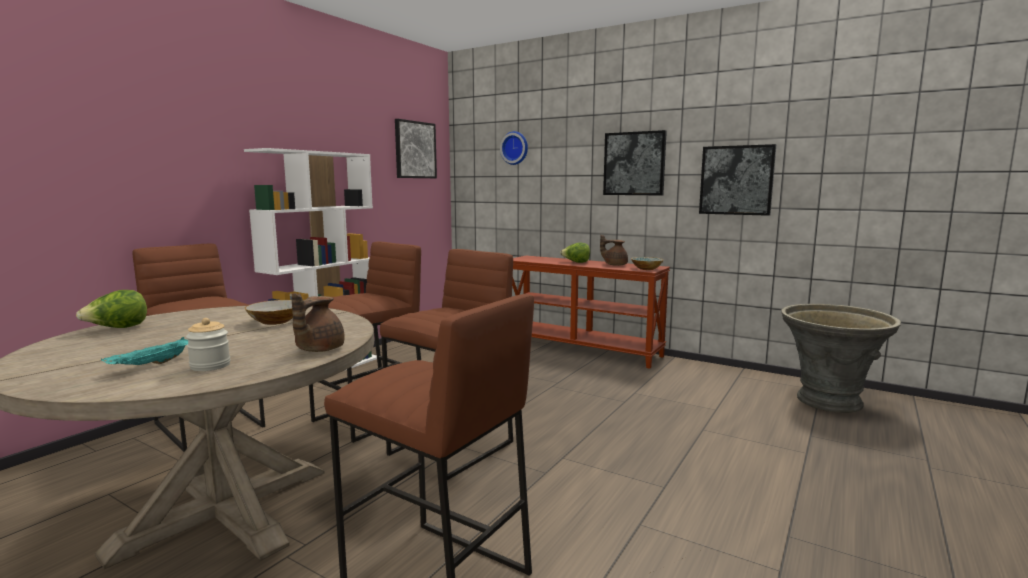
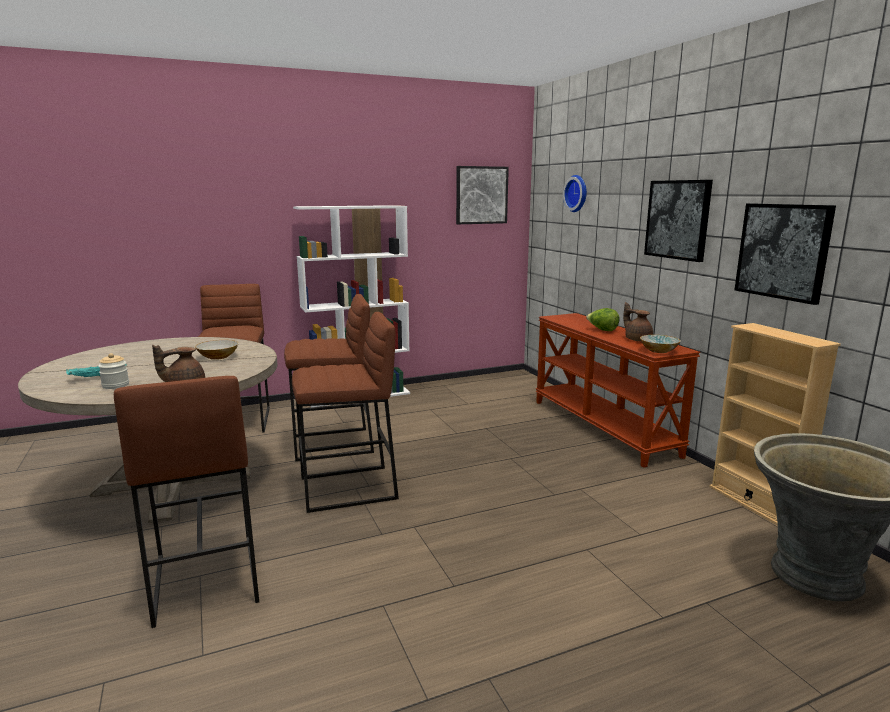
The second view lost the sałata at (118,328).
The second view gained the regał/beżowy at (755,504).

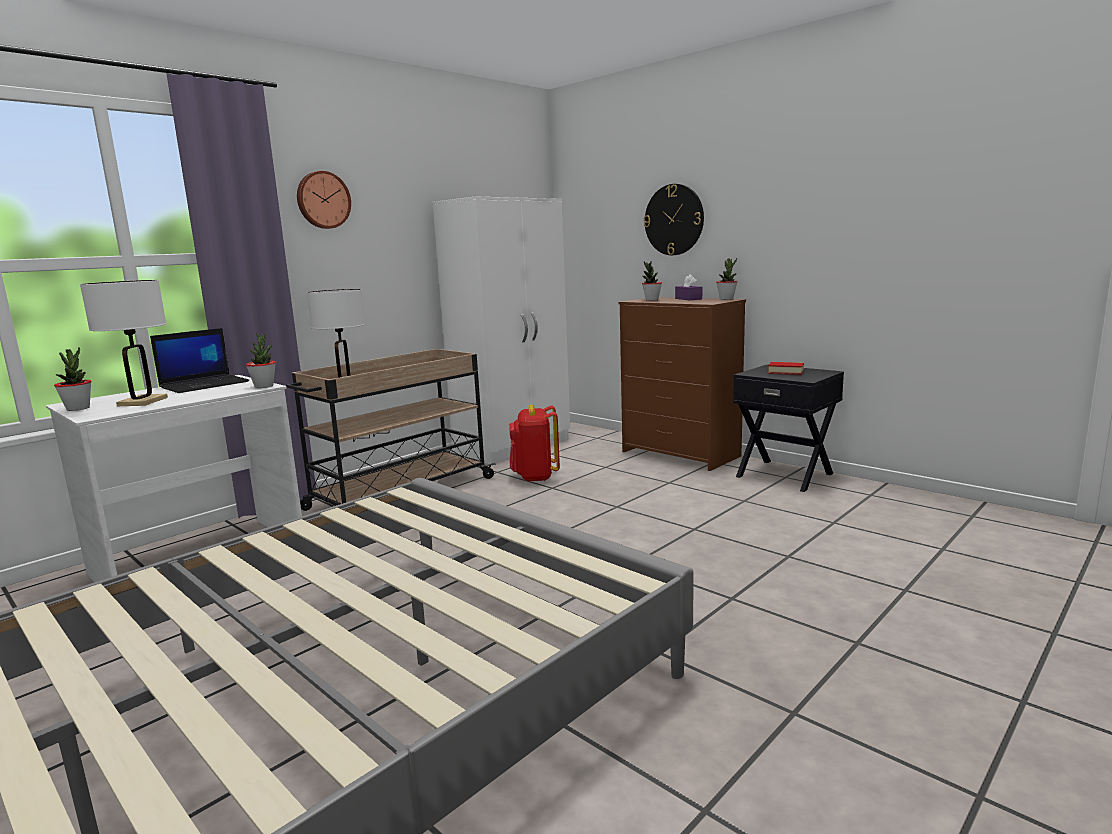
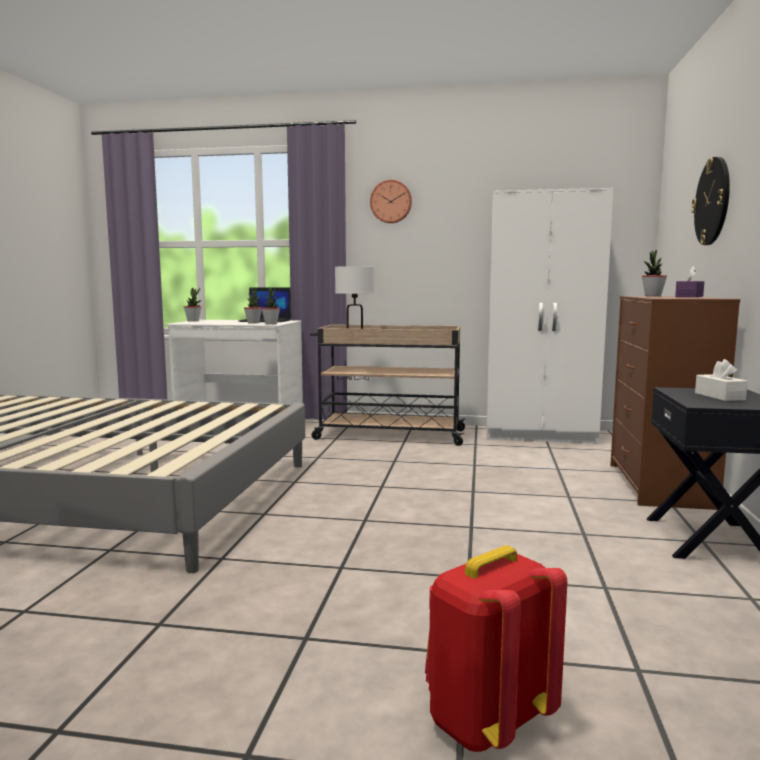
The roślina doniczkowa ended up elsewhere, having gone from (726,299) to (253,323).
The second view lost the lampa stołowa/biały at (143,402).
Where the książka stood at (786,372), the pudełko chusteczek/biały came to stand at (719,396).
The plecak/czerwony ended up elsewhere, having gone from (535,477) to (486,721).

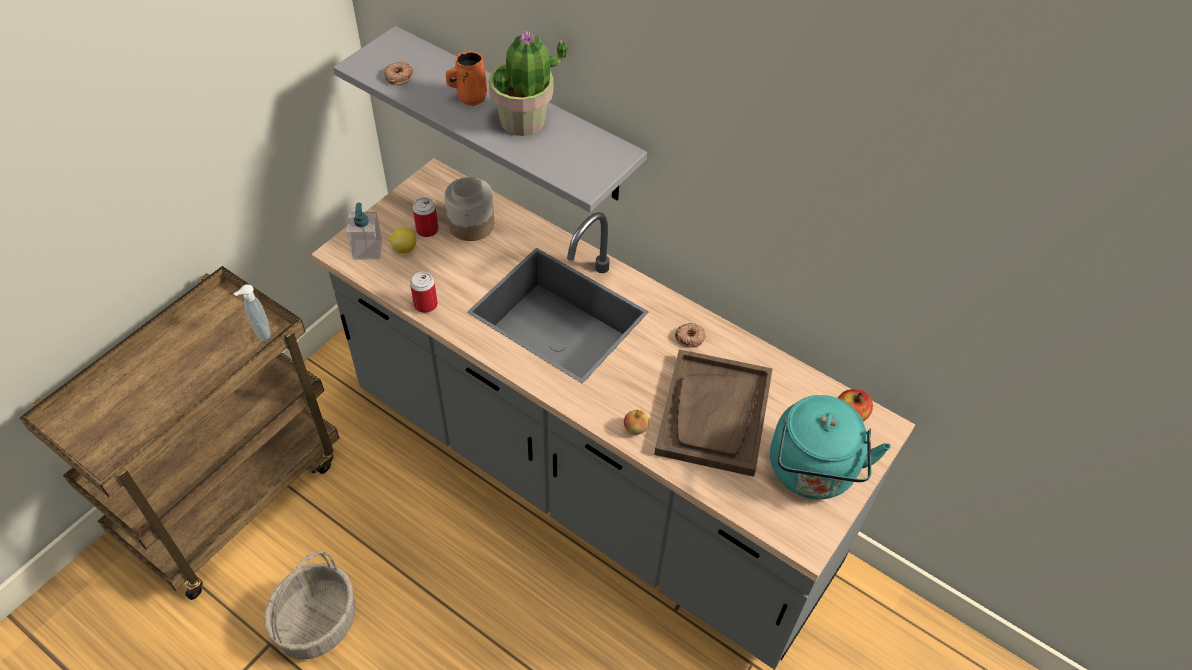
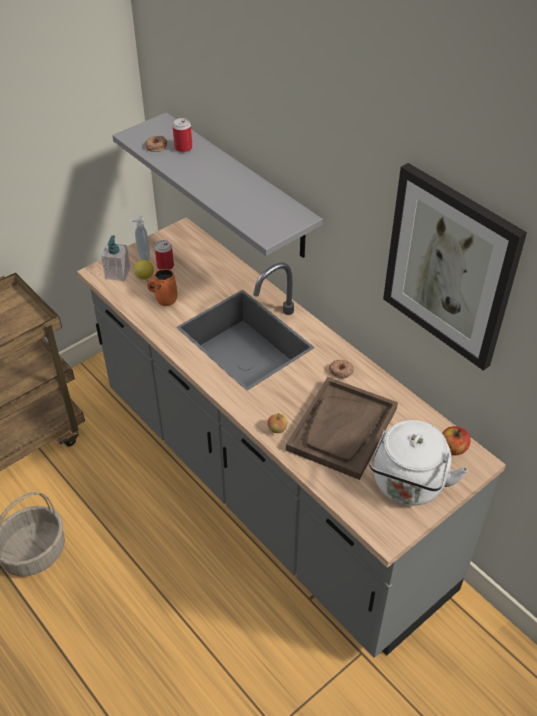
The second view lost the roślina doniczkowa at (524,121).
The kubek/pomarańczowy ended up elsewhere, having gone from (470,97) to (165,299).
The second view lost the słoik at (471,225).
The puszka ended up elsewhere, having gone from (426,304) to (183,148).
The dozownik mydła ended up elsewhere, having gone from (261,333) to (143,257).
What was the czajnik/turkusowy at (812,473) turned into the czajnik/biały at (408,486).
The second view gained the obraz at (450,267).

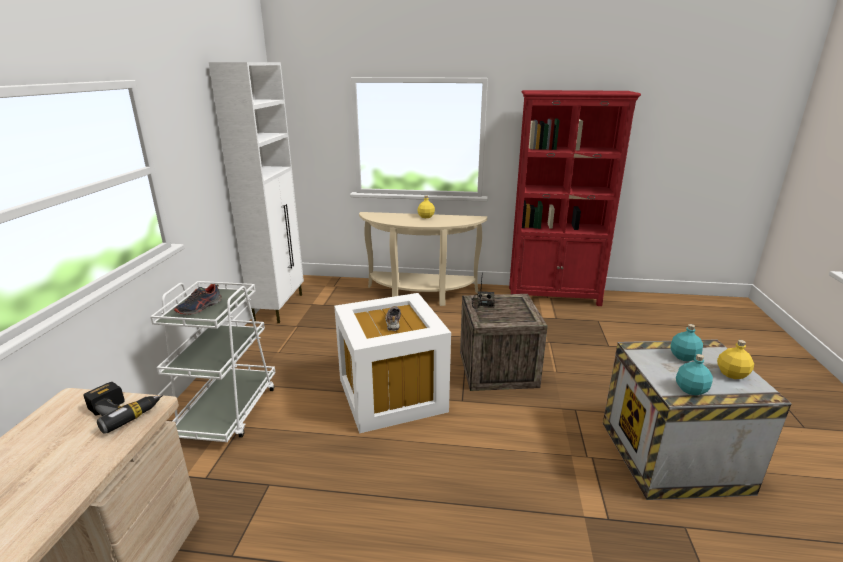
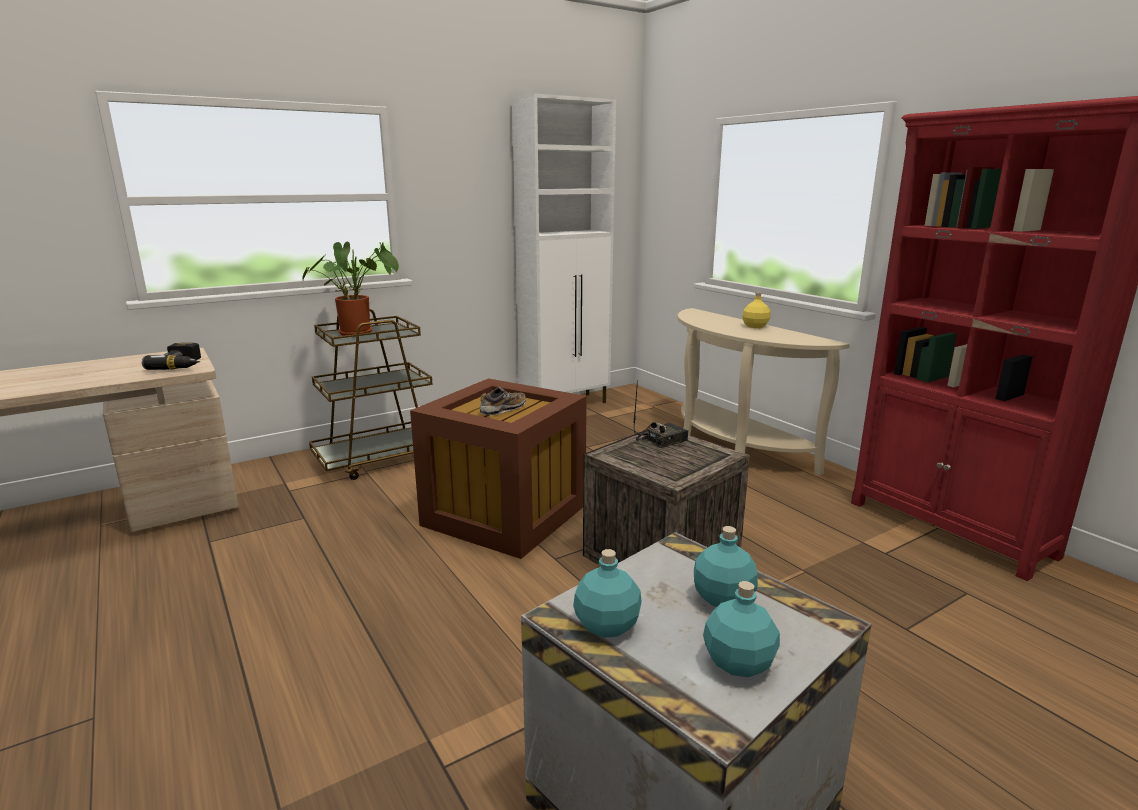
What was the wózek/biały at (228,411) turned into the wózek/brązowy at (380,459).
Where the but stood at (200,307), the roślina doniczkowa came to stand at (360,333).
What was the pojemnik do przechowywania/biały at (391,396) turned into the pojemnik do przechowywania/brązowy at (502,515).
What was the butelka/żółty at (731,374) turned into the butelka/turkusowy at (737,662).

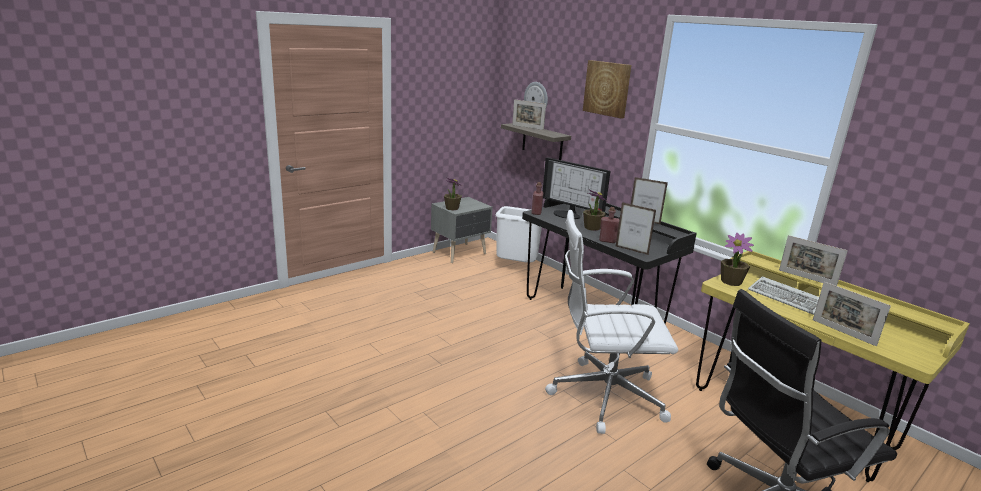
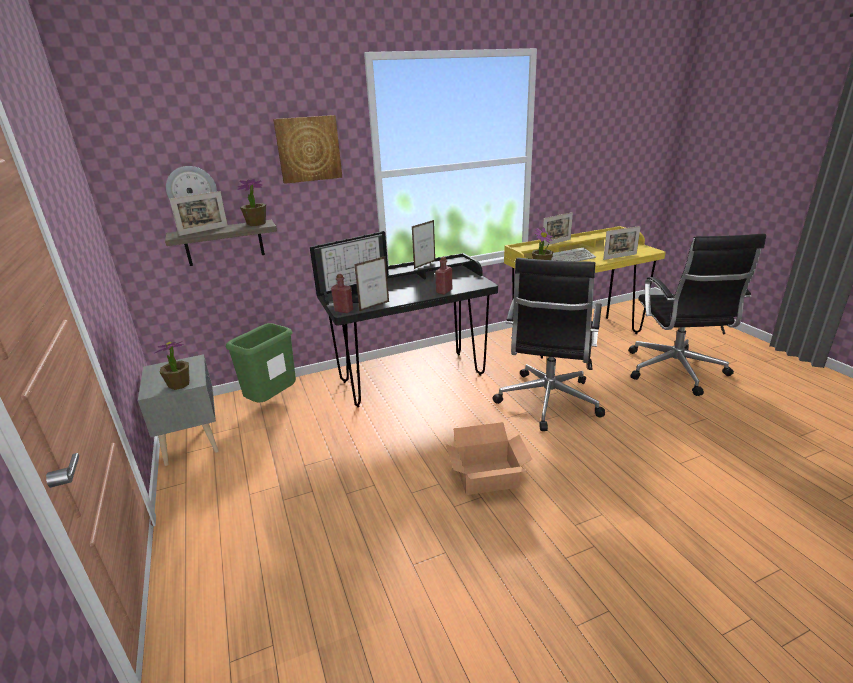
The roślina doniczkowa ended up elsewhere, having gone from (592,228) to (256,224).
The ramka na zdjęcie ended up elsewhere, having gone from (631,250) to (374,306).
What was the kosz na śmieci/biały at (516,267) turned into the kosz na śmieci/zielony at (272,401).
What was the krzesło biurowe/biały at (603,395) turned into the krzesło biurowe/czarny at (547,402).
The second view gained the karton at (486,476).

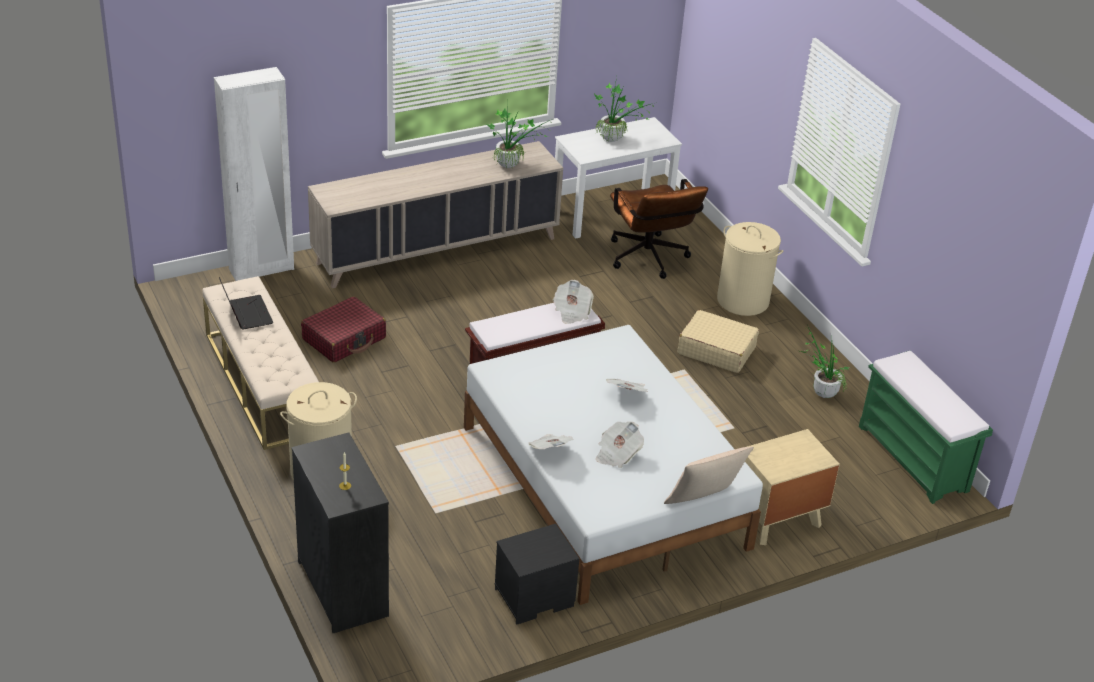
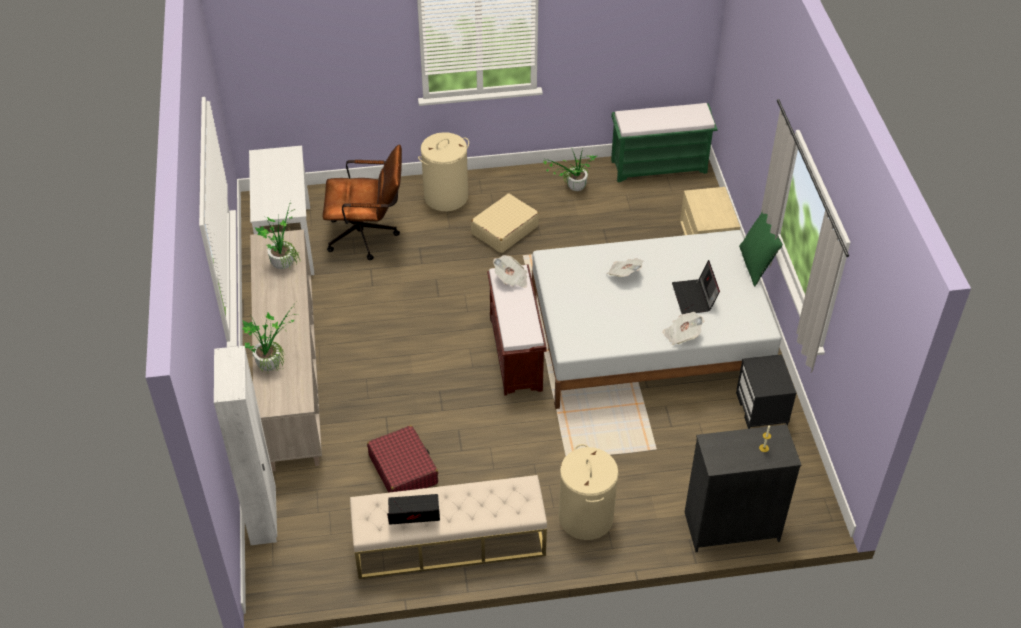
The roślina doniczkowa ended up elsewhere, having gone from (616,139) to (272,361).
Where the gazeta stood at (617,454), the laptop came to stand at (694,297).
What was the poduszka/beżowy at (704,502) turned into the poduszka/zielony at (756,265).

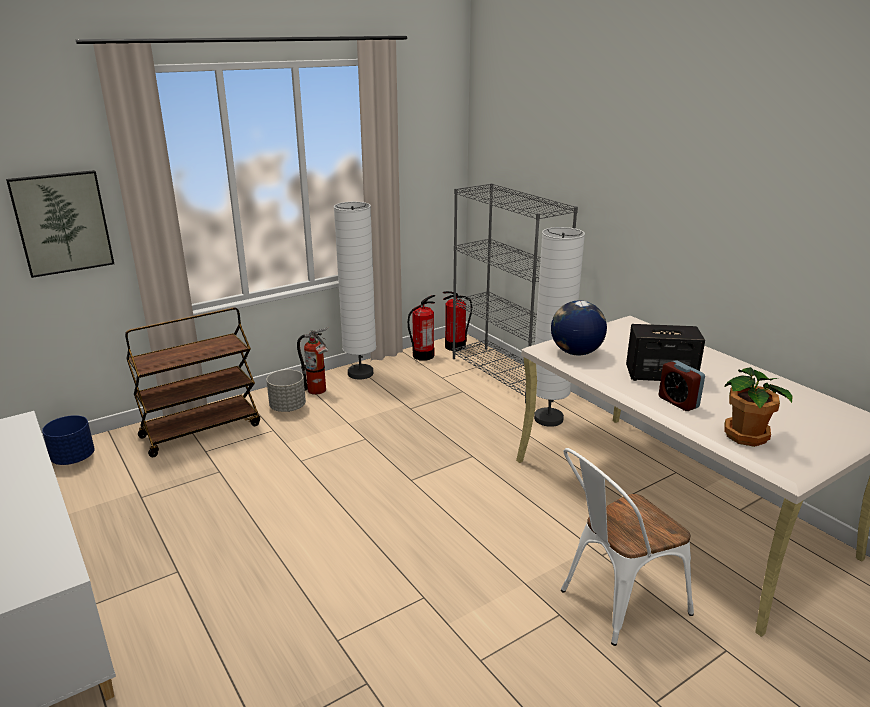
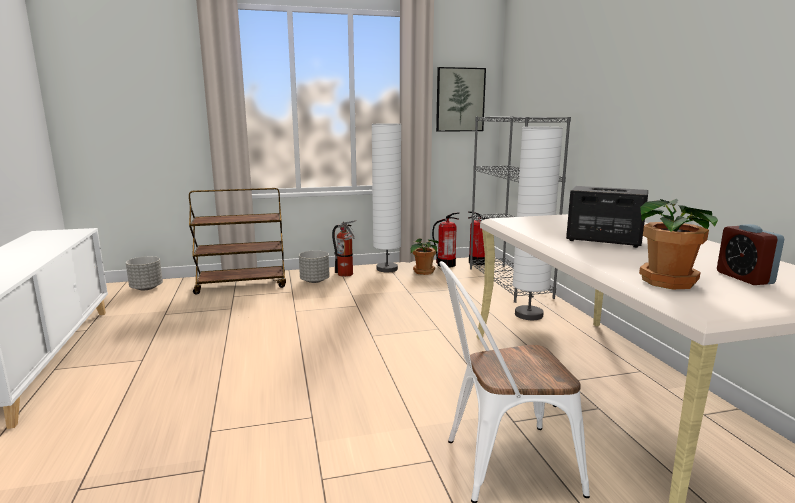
The obraz ended up elsewhere, having gone from (62,223) to (460,100).
The second view lost the globus at (575,352).
The budzik ended up elsewhere, having gone from (678,402) to (744,278).
What was the donica/niebieski at (74,458) turned into the donica/szary at (147,288).
The second view gained the roślina doniczkowa at (423,272).

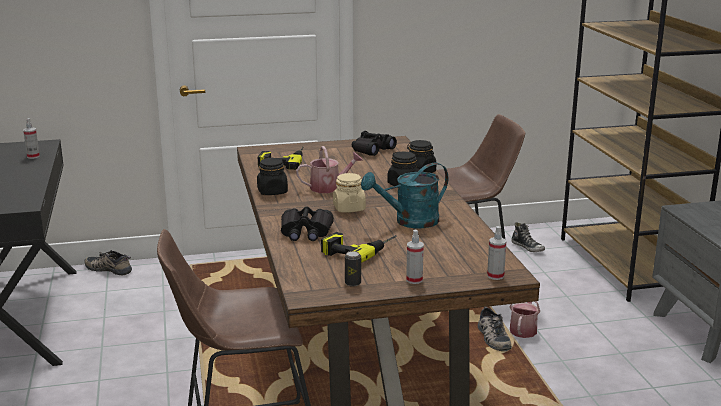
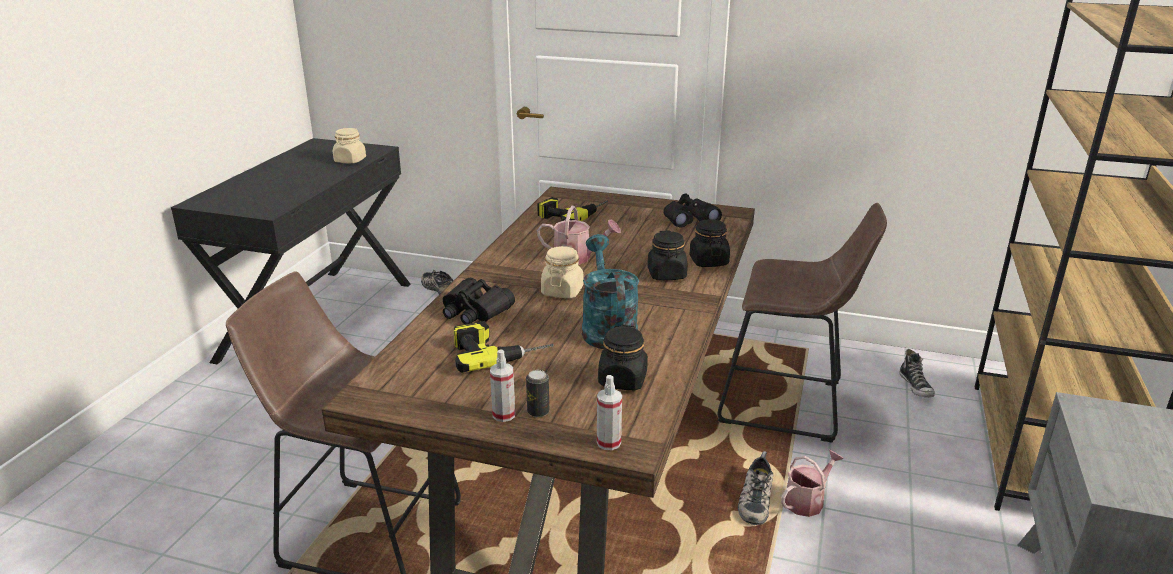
Where the spryskiwacz stood at (33,156), the słoik/beżowy came to stand at (350,160).
The słoik/czarny ended up elsewhere, having gone from (272,192) to (622,380).
The konewka/turkusowy at (409,222) ended up facing another way, 75 degrees clockwise from before.
The puszka ended up elsewhere, having gone from (353,283) to (538,412).

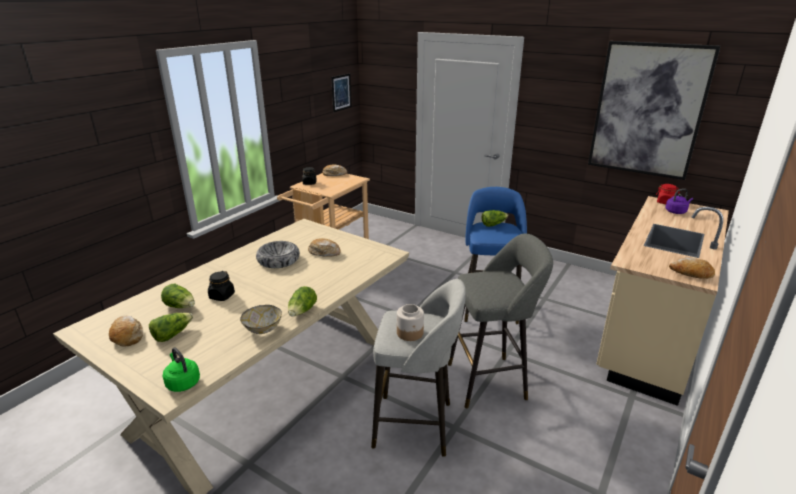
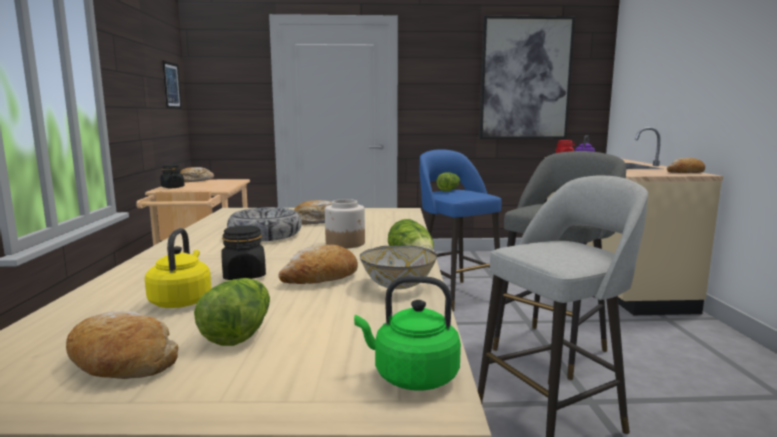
Where the sałata stood at (181,306), the czajnik/żółty came to stand at (182,301).
The słoik ended up elsewhere, having gone from (410,333) to (346,243).
The second view gained the chleb at (321,278).

